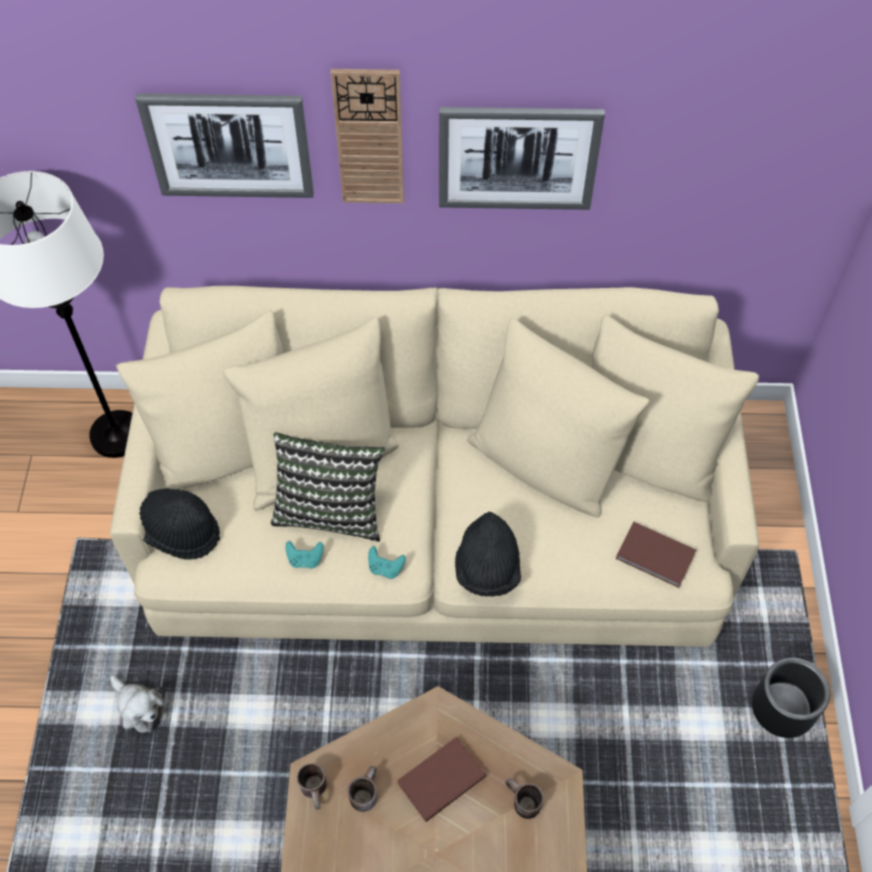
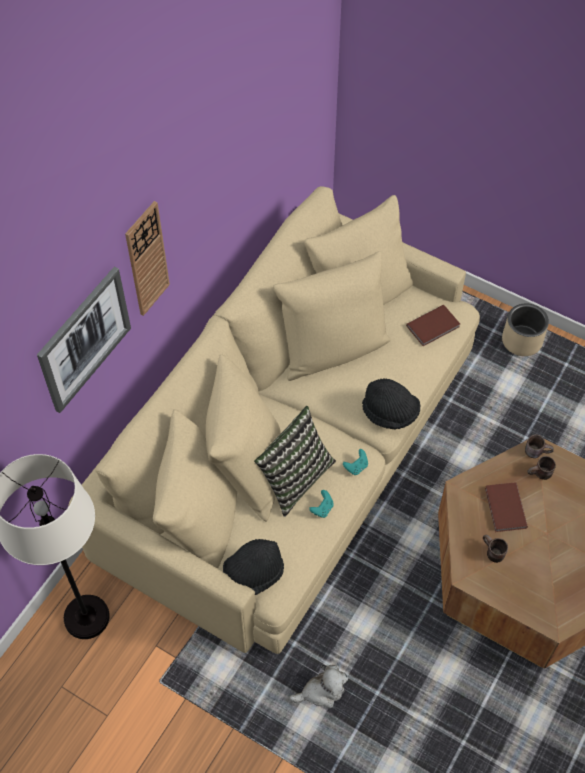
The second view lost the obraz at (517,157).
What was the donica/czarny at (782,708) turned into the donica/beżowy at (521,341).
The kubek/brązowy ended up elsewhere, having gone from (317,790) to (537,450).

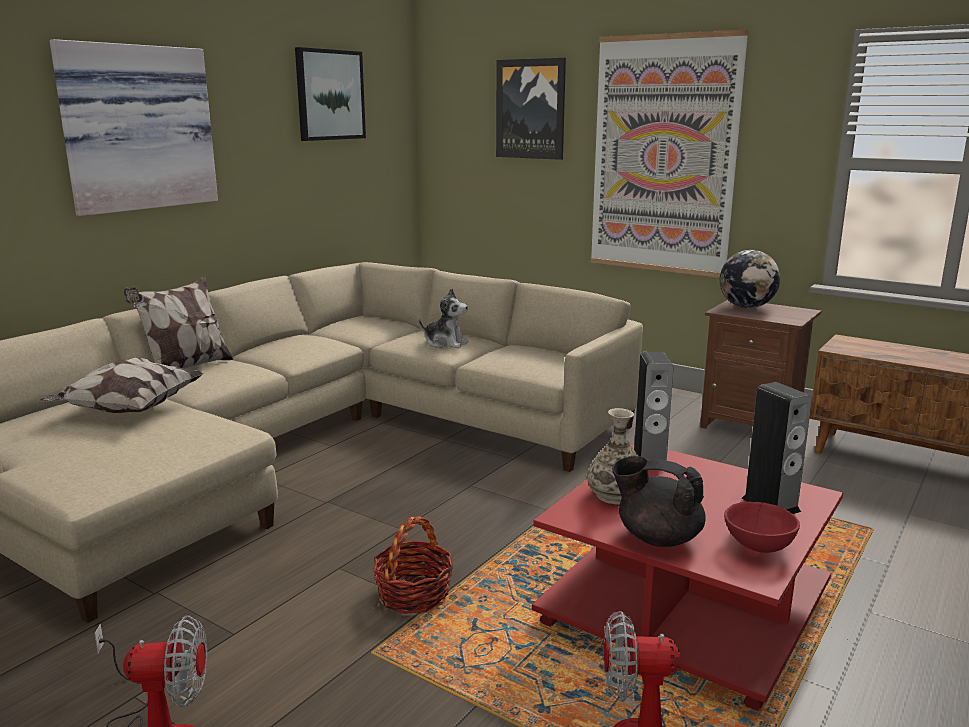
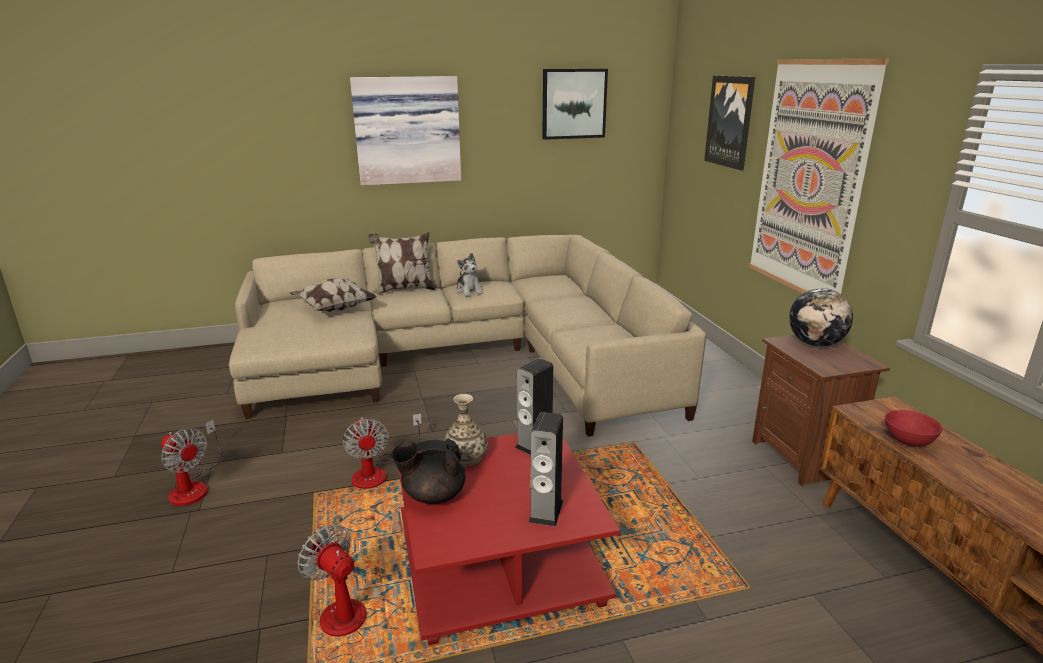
The pluszak ended up elsewhere, having gone from (445,343) to (469,291).
The imbryk/czarny at (657,537) ended up facing another way, 75 degrees counterclockwise from before.
The miska/czerwony ended up elsewhere, having gone from (757,547) to (907,441).
Where the koszyk stood at (414,594), the wentylator came to stand at (379,472).

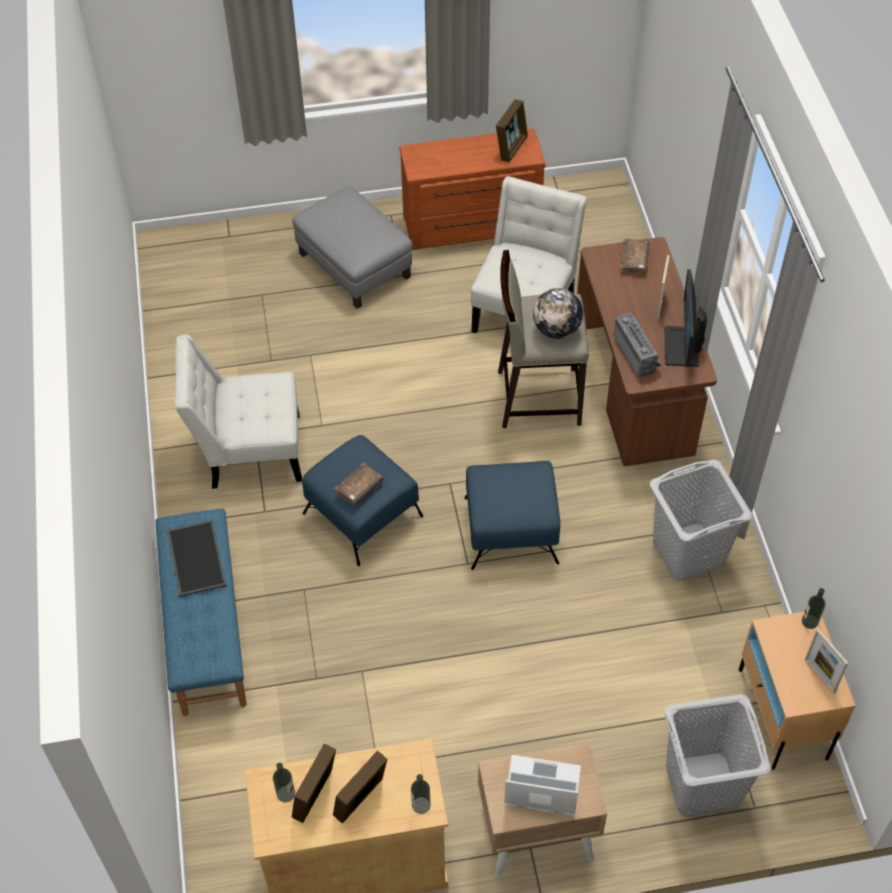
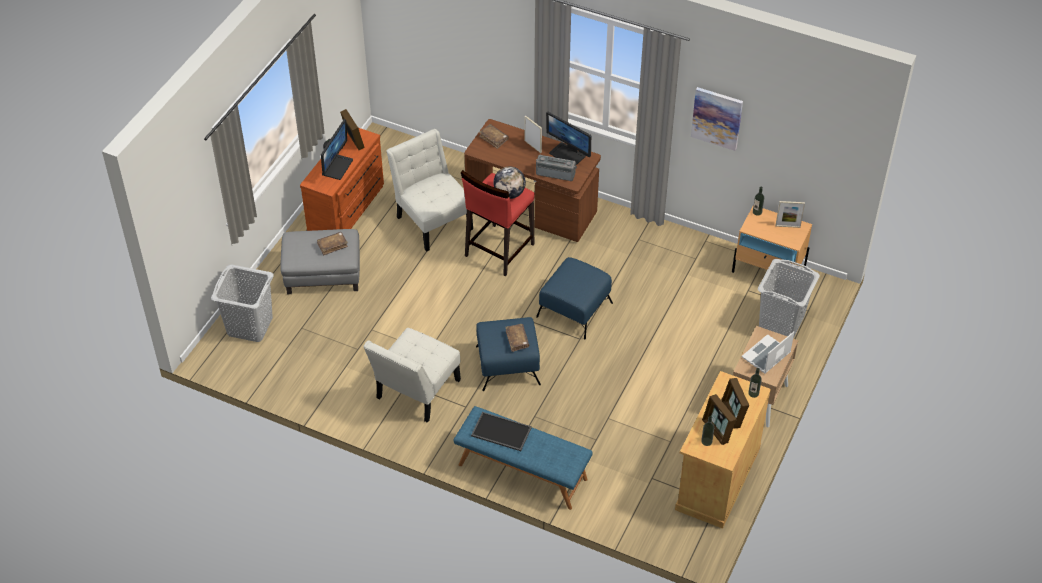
What was the stołek/beżowy at (537,397) turned into the stołek/czerwony at (498,250).
The kosz na pranie/szary ended up elsewhere, having gone from (688,551) to (250,326).
The second view gained the obraz at (717,118).
The second view gained the monitor at (337,166).
The second view gained the książka/brązowy at (332,245).

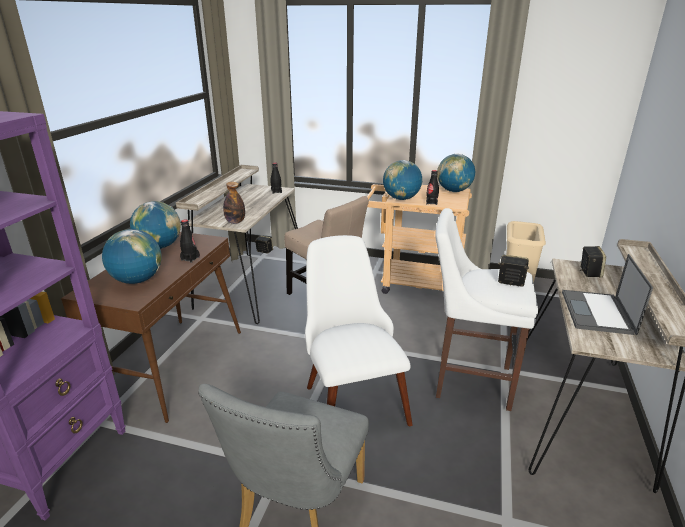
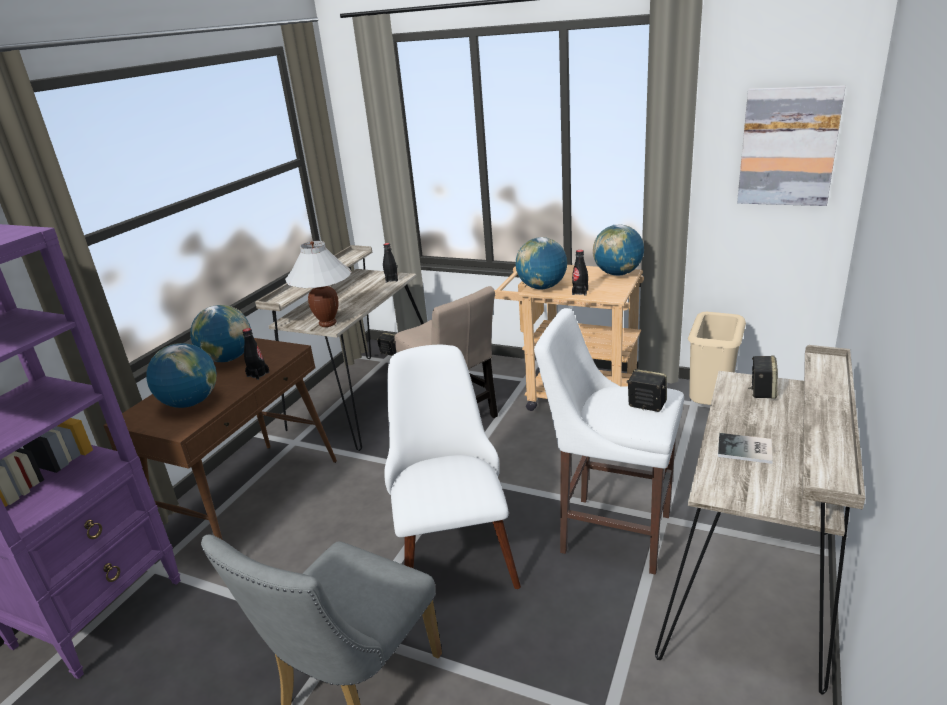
Where the butelka stood at (235,222), the lampa stołowa/biały came to stand at (327,323).
Where the laptop stood at (597,313), the książka came to stand at (746,450).
The second view gained the obraz at (788,147).

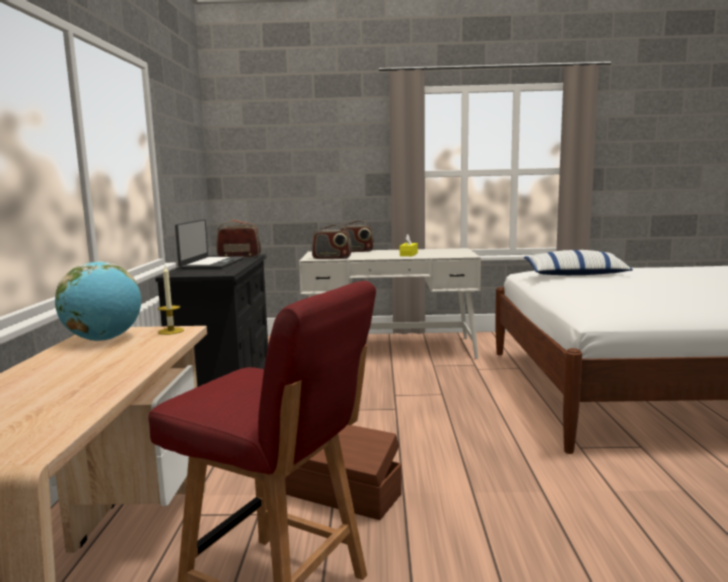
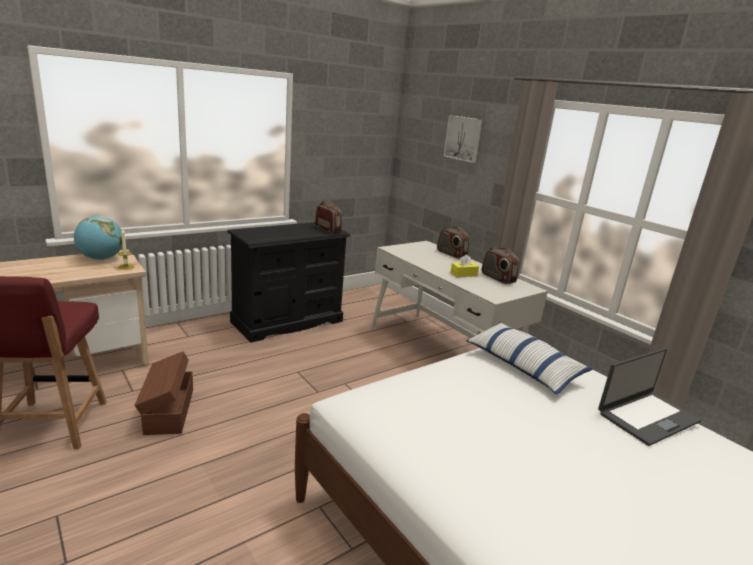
The laptop ended up elsewhere, having gone from (212,264) to (647,416).
The radio ended up elsewhere, having gone from (331,258) to (497,278).
The second view gained the obraz at (463,138).

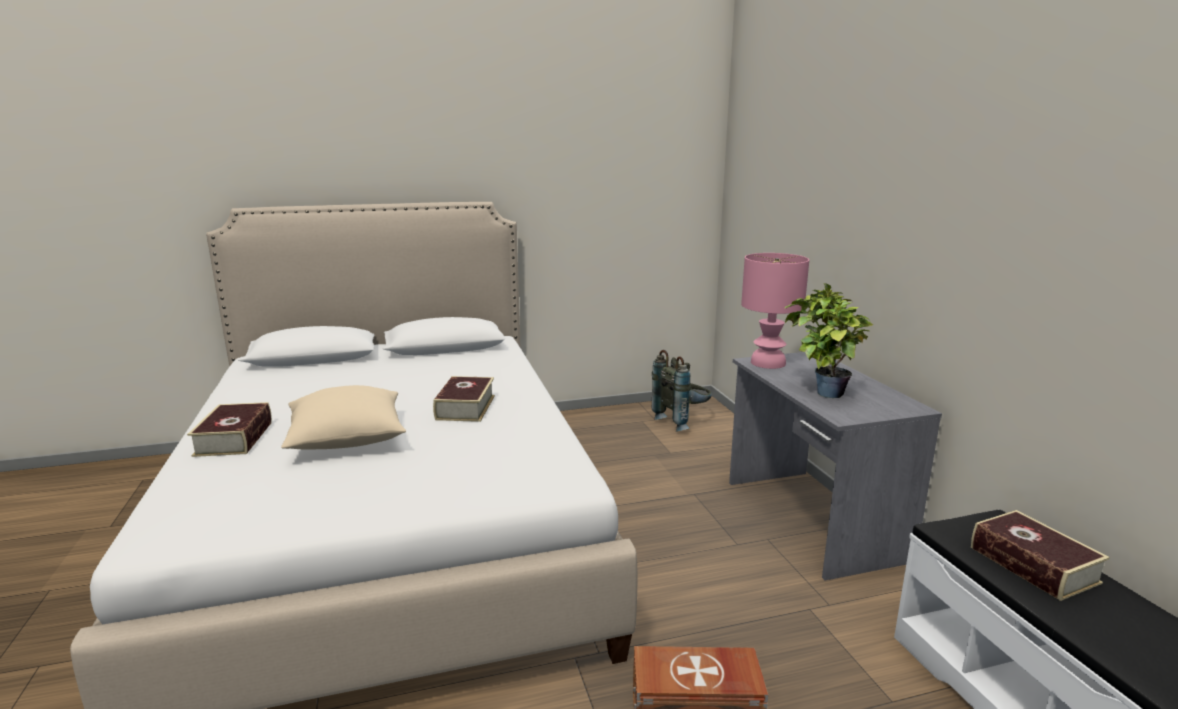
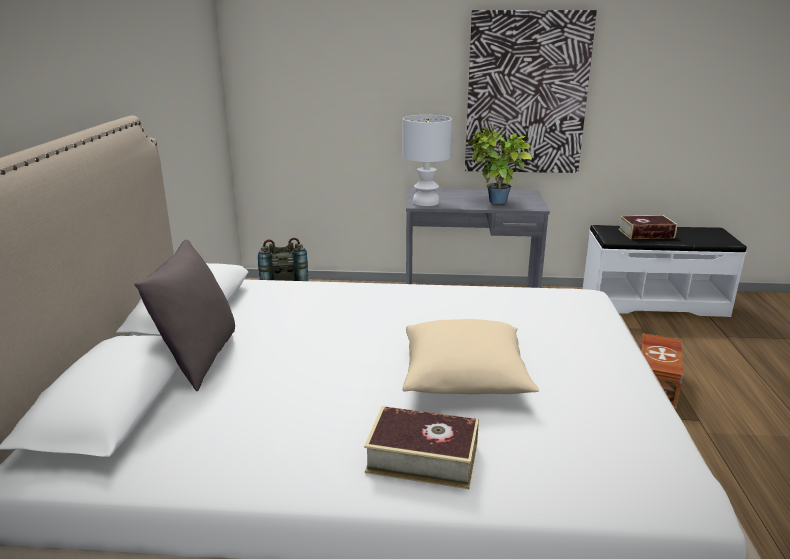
What was the lampa stołowa/różowy at (767,363) turned into the lampa stołowa/biały at (425,202).
The second view lost the książka at (465,407).
The second view gained the obraz at (526,94).
The second view gained the poduszka/szary at (198,360).

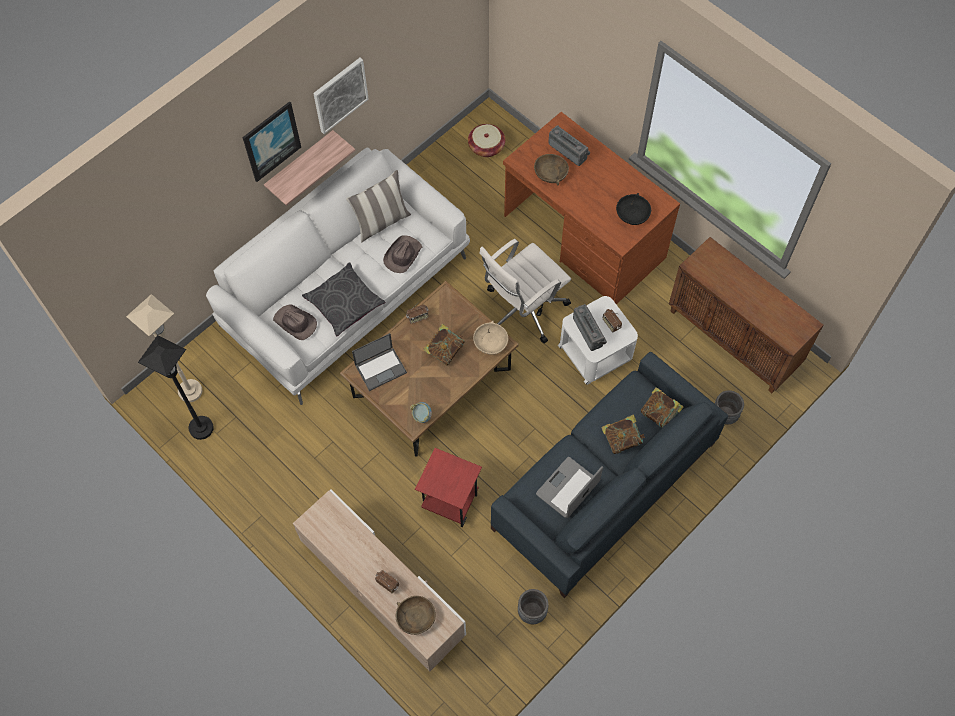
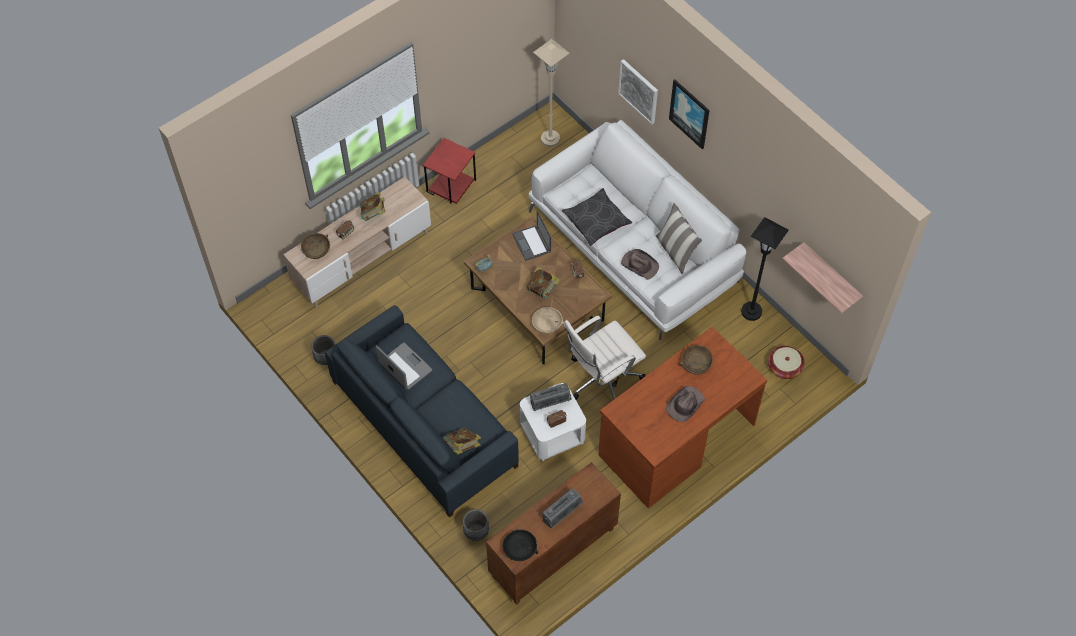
The obraz ended up elsewhere, having gone from (340,95) to (639,91).
The radio ended up elsewhere, having gone from (569,150) to (563,514).
The półka ended up elsewhere, having gone from (300,165) to (831,275).
The miska/czarny ended up elsewhere, having gone from (632,213) to (520,548).
The krzesło biurowe/biały at (523,309) ended up facing another way, 90 degrees counterclockwise from before.
The kapelusz/brązowy ended up elsewhere, having gone from (295,323) to (685,405).
The lampa stojąca/czarny ended up elsewhere, having gone from (201,428) to (751,312).
The książka ended up elsewhere, having gone from (621,439) to (373,214).
The stolik/czerwony ended up elsewhere, having gone from (449,502) to (451,190).

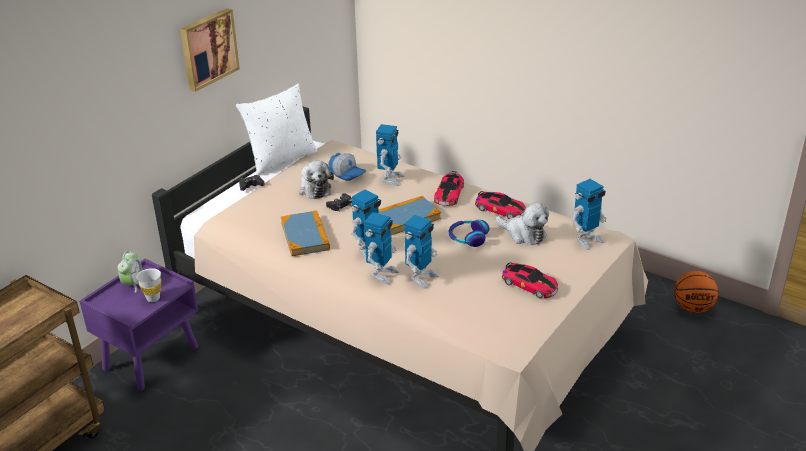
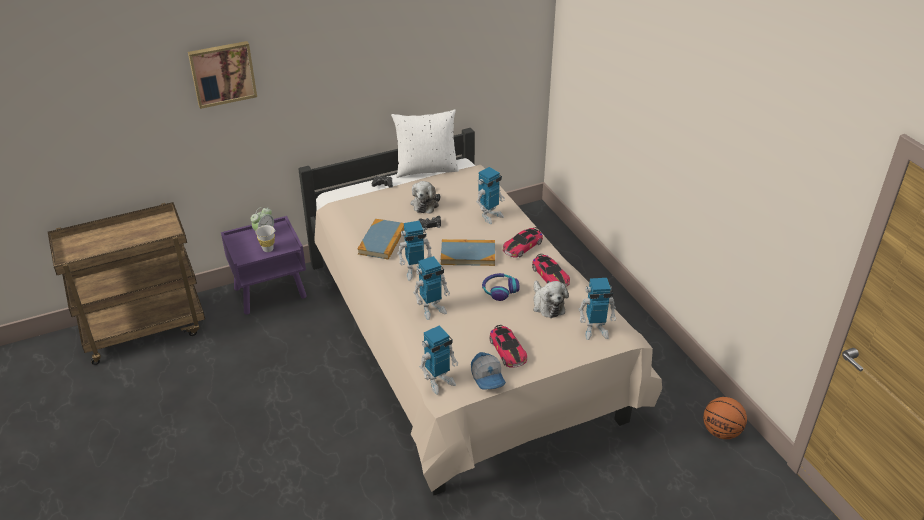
The obraz ended up elsewhere, having gone from (208,48) to (222,73).
The czapka z daszkiem ended up elsewhere, having gone from (347,173) to (488,377).
The robot zabawkowy ended up elsewhere, having gone from (382,274) to (439,382).

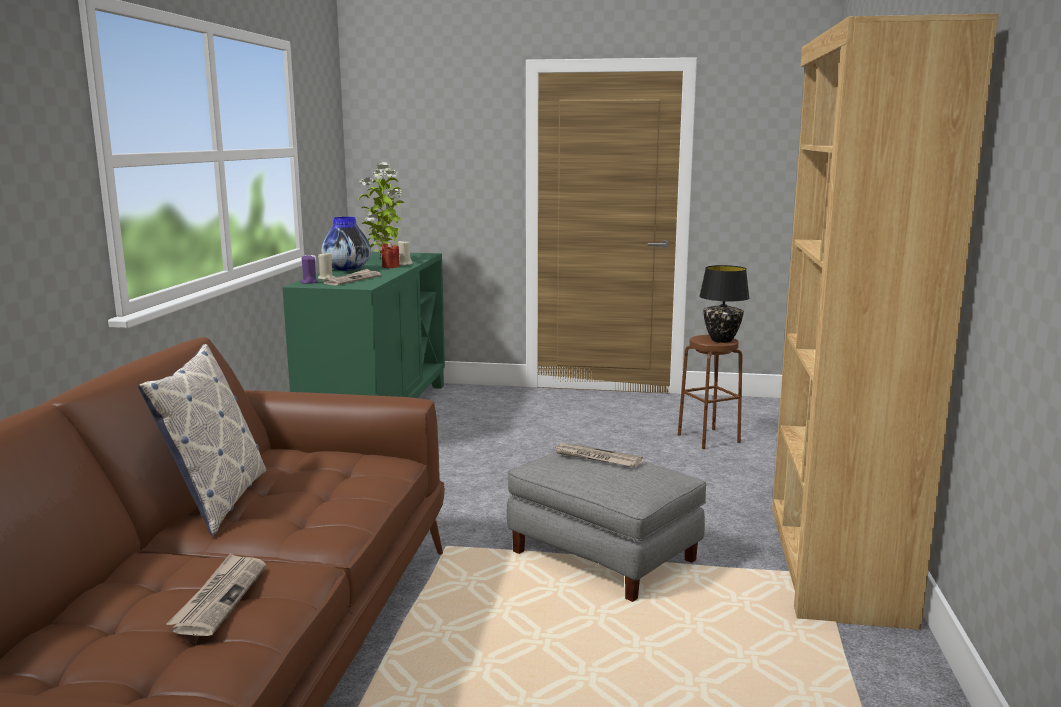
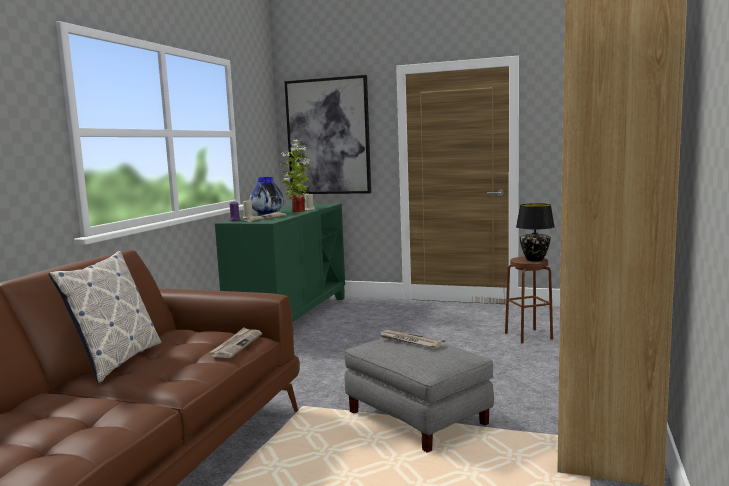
The gazeta ended up elsewhere, having gone from (220,597) to (236,345).
The second view gained the obraz at (328,136).

